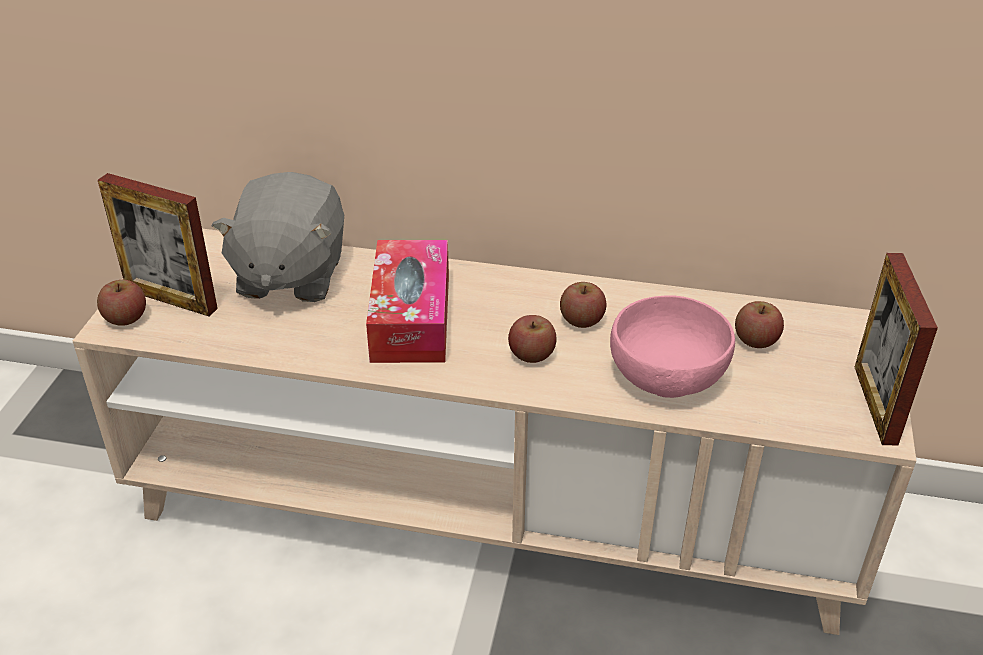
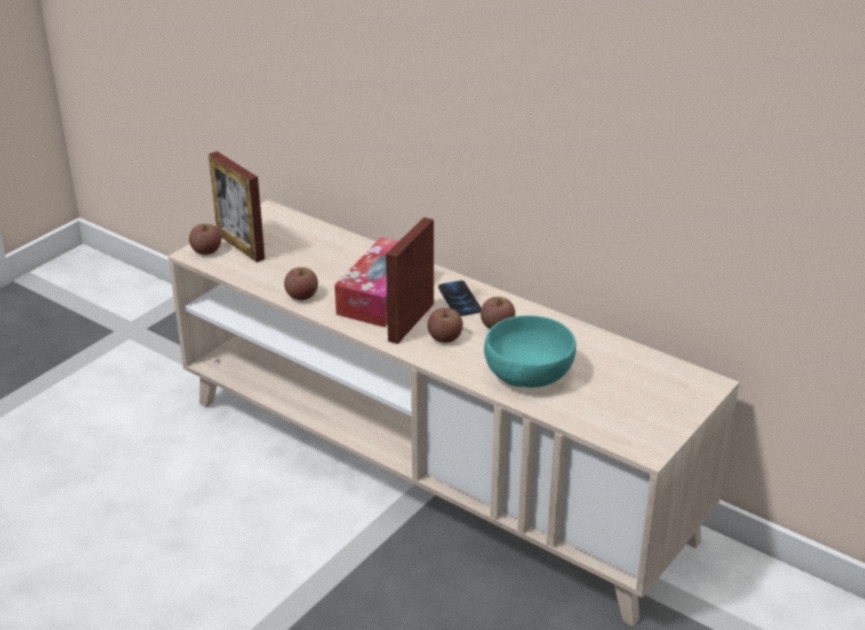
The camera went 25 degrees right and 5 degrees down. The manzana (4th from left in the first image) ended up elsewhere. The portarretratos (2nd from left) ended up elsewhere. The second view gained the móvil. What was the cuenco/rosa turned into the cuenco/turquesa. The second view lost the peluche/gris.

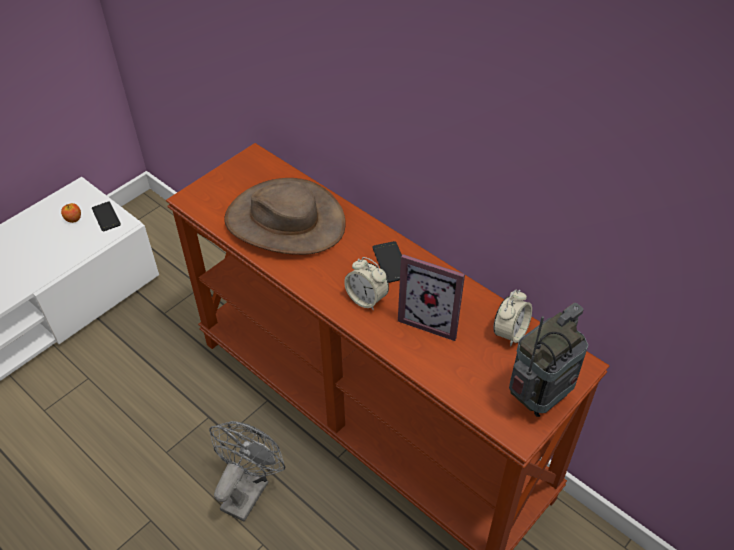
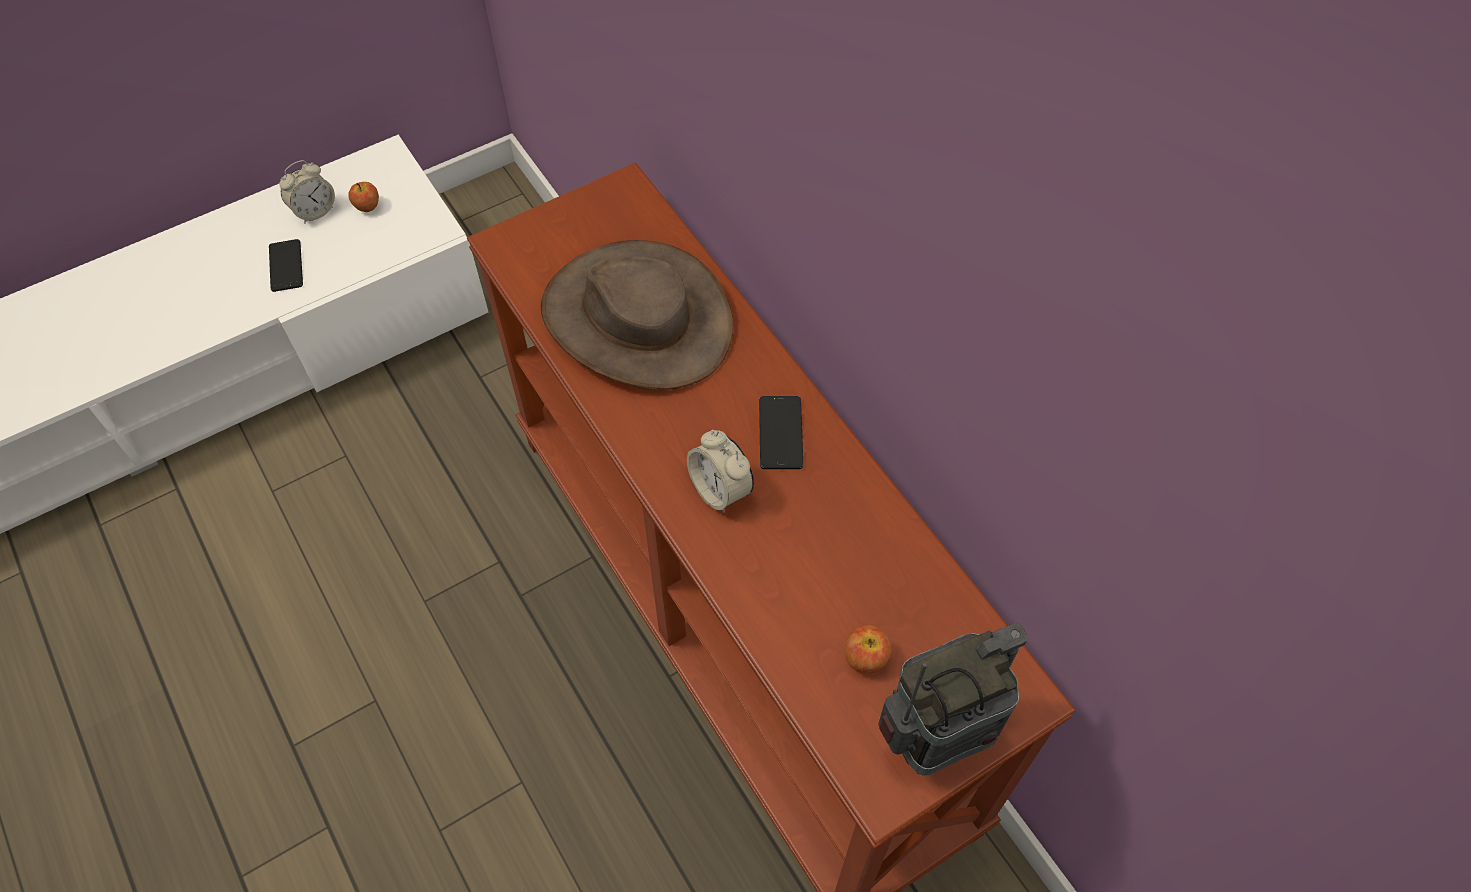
The camera went 15 degrees right and 10 degrees up. The móvil (1st from left) ended up elsewhere. The despertador (2nd from left in the first image) ended up elsewhere. The second view gained the manzana (2nd from left). The second view lost the ventilador/gris. The second view lost the portarretratos.

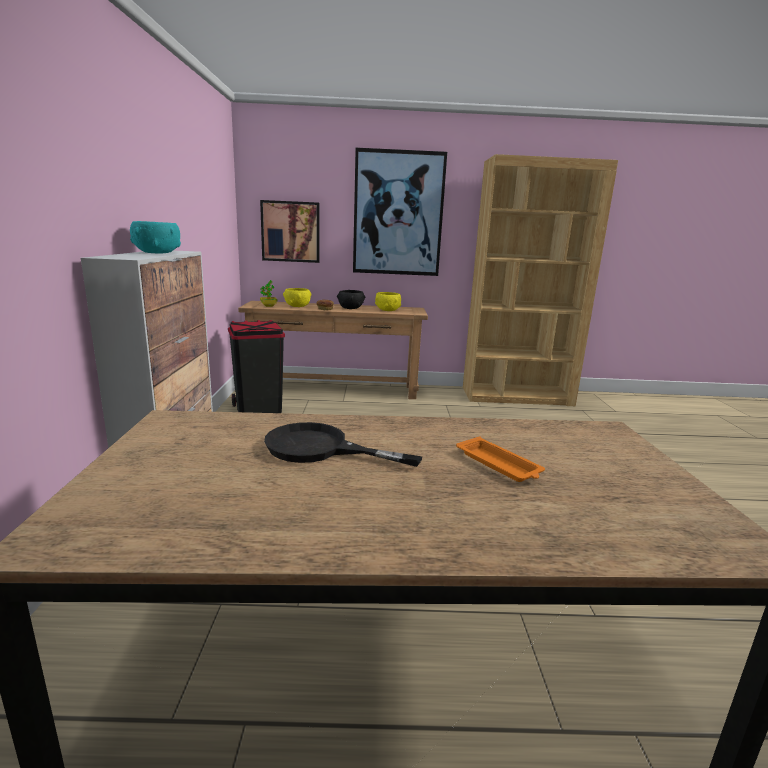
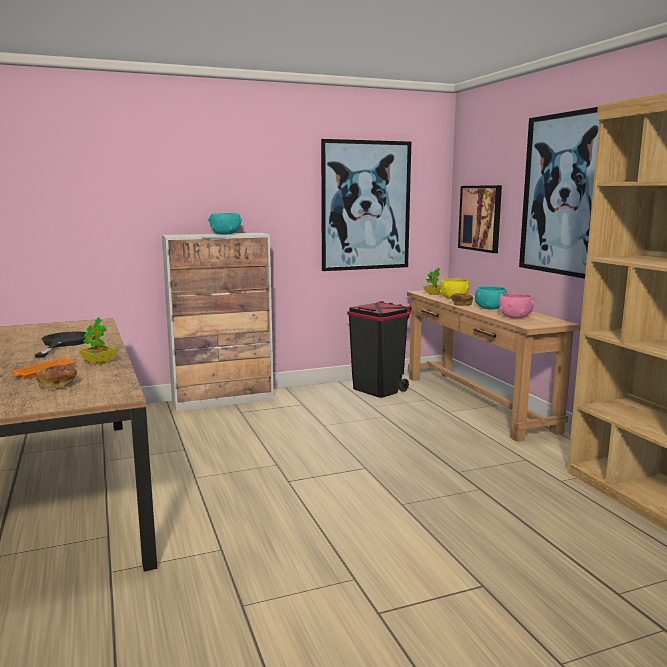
The camera went 70 degrees right and 5 degrees down. The second view gained the pan (1st from left). The second view gained the planta en maceta (1st from left). The second view gained the cuadro (1st from left). What was the cuenco/negro turned into the cuenco/turquesa (2nd from left). What was the cuenco/amarillo (2nd from left) turned into the cuenco/rosa.

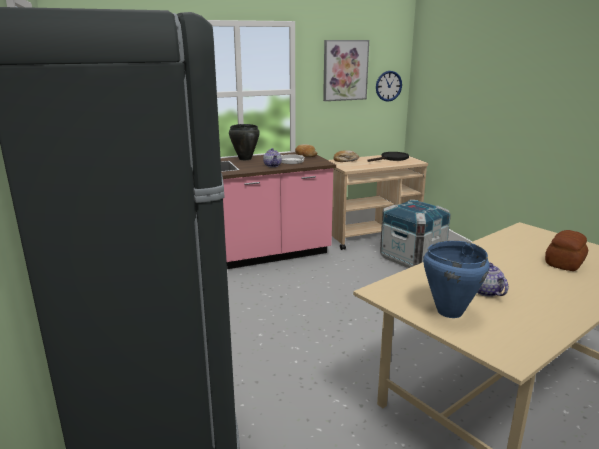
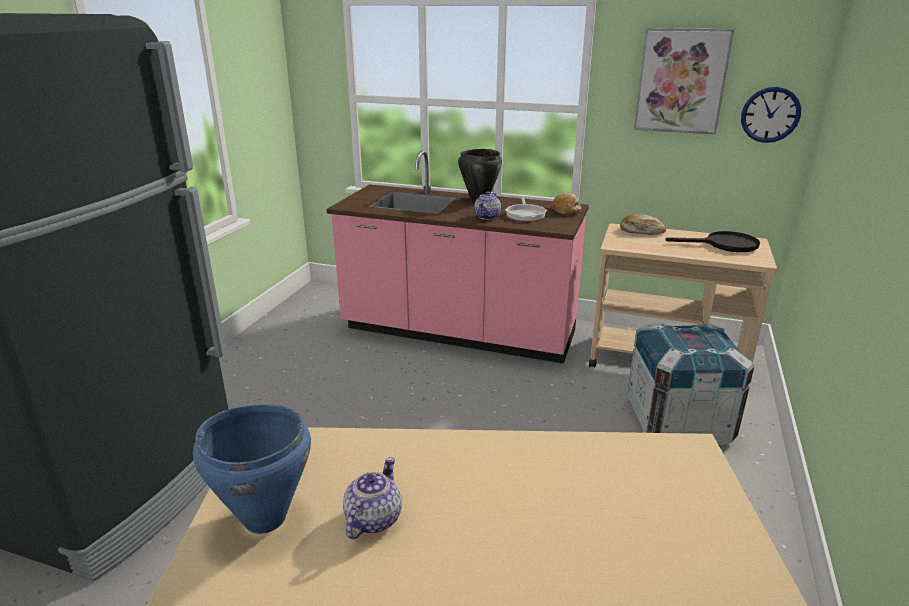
The camera went 40 degrees right and 5 degrees up. The second view lost the pan (3rd from left).

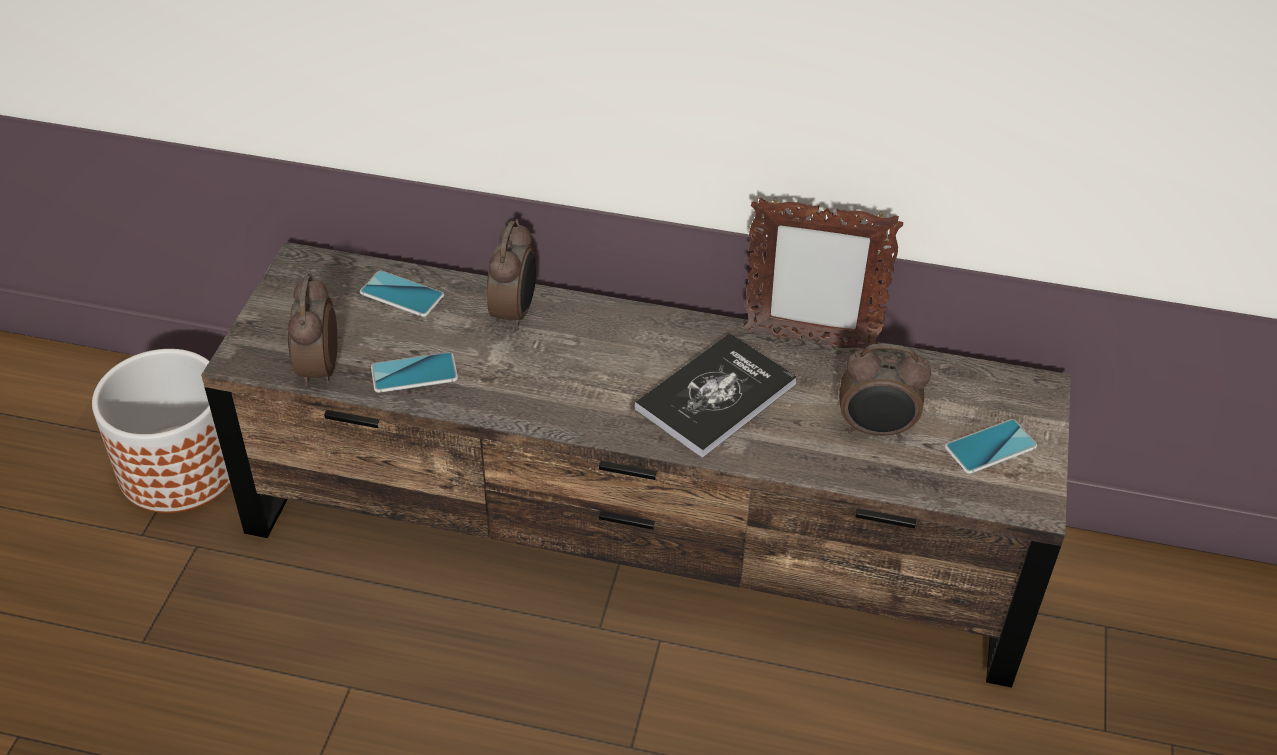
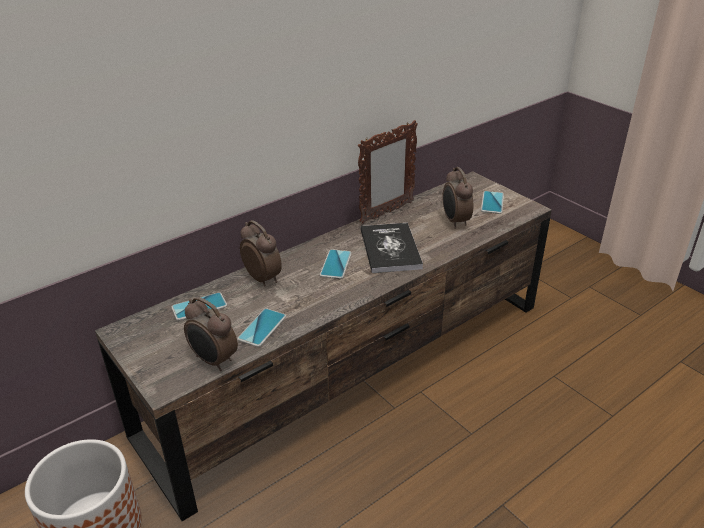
The camera went 50 degrees left and 10 degrees down. The second view gained the móvil (3rd from left). The despertador (3rd from left) ended up facing another way, 120 degrees clockwise from before.

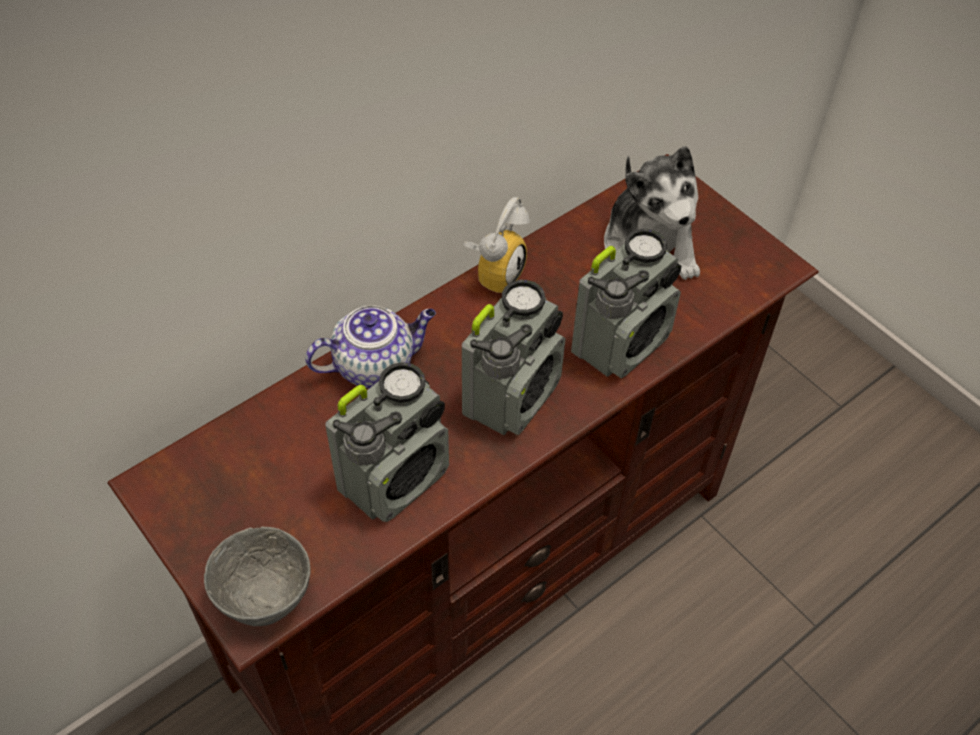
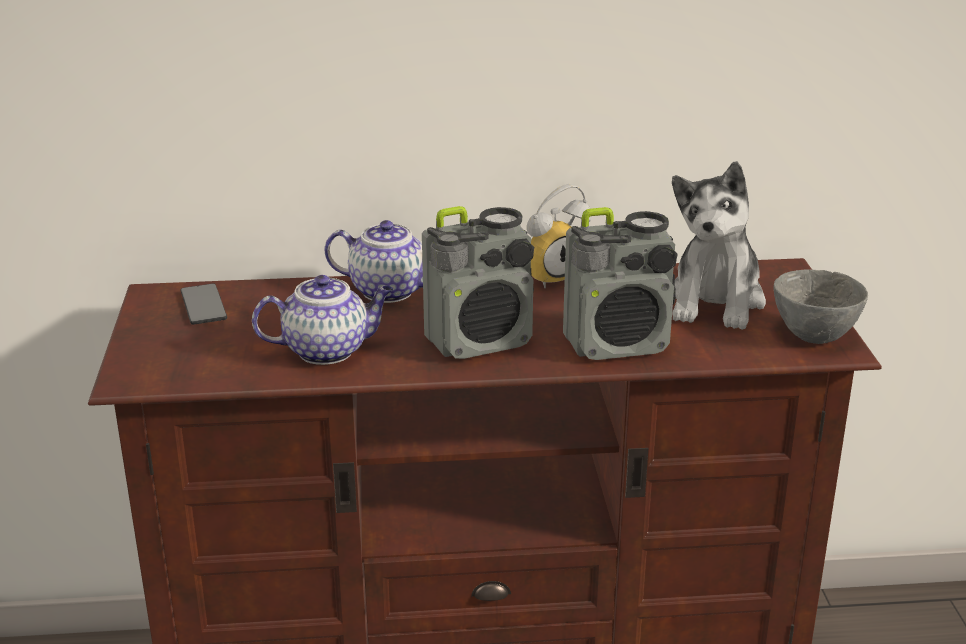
The camera went 35 degrees right and 25 degrees down. The second view gained the móvil. Where the radio (1st from left) stood, the tetera (1st from left) came to stand. The cuenco/gris ended up elsewhere.

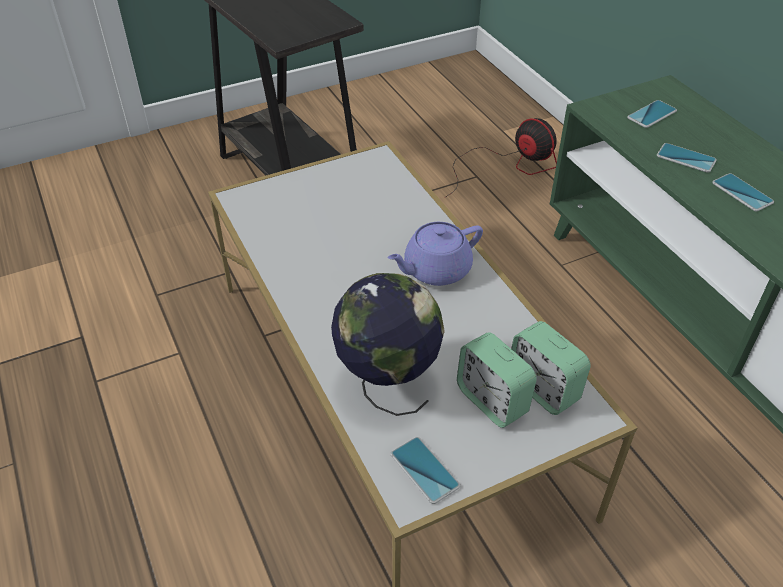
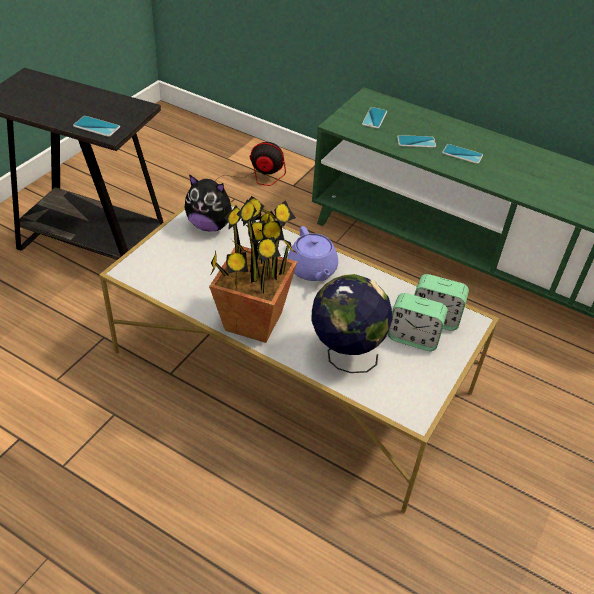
The camera went 35 degrees left and 0 degrees up. The móvil (1st from left) ended up elsewhere. The second view gained the peluche. The second view gained the planta en maceta. The tetera/morado ended up facing another way, 45 degrees counterclockwise from before.

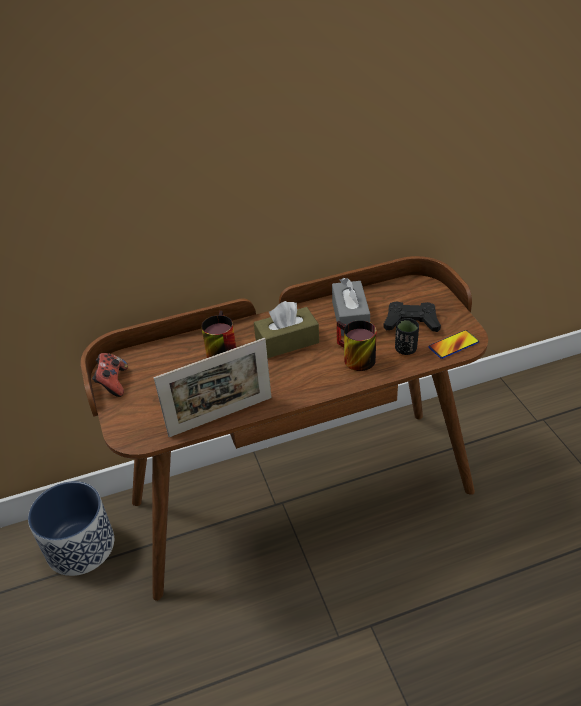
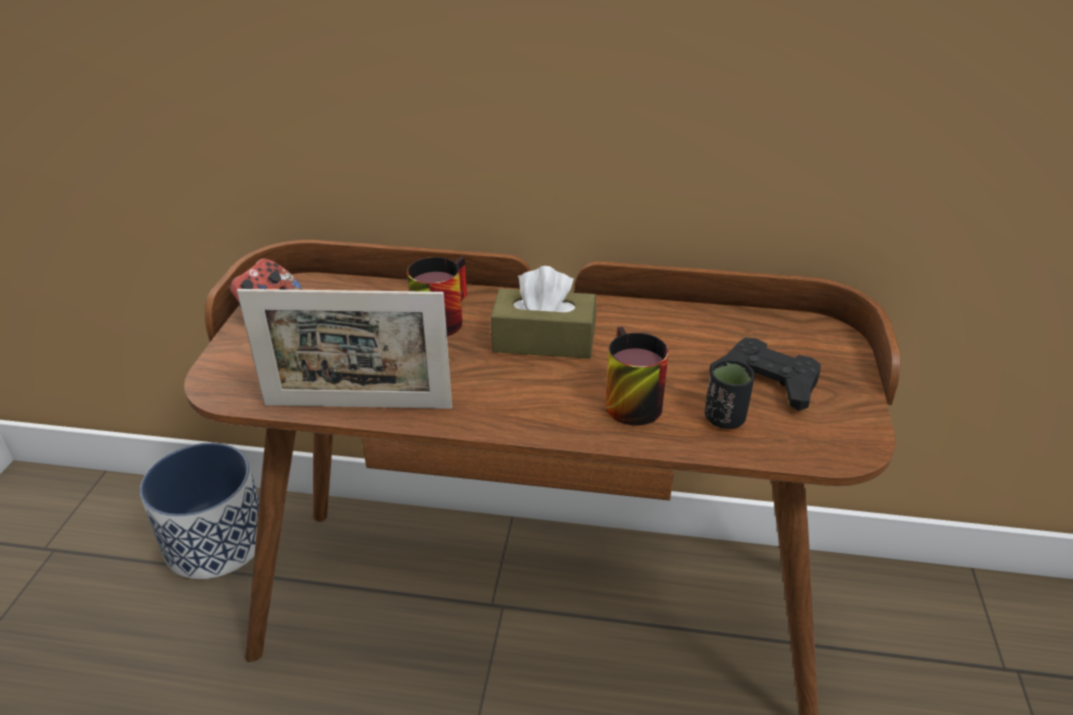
The camera went 25 degrees right and 5 degrees down. The second view lost the caja de pañuelos/gris. The second view lost the móvil.

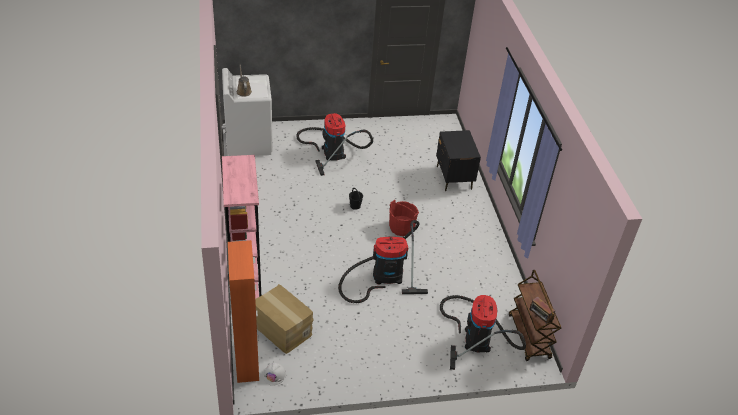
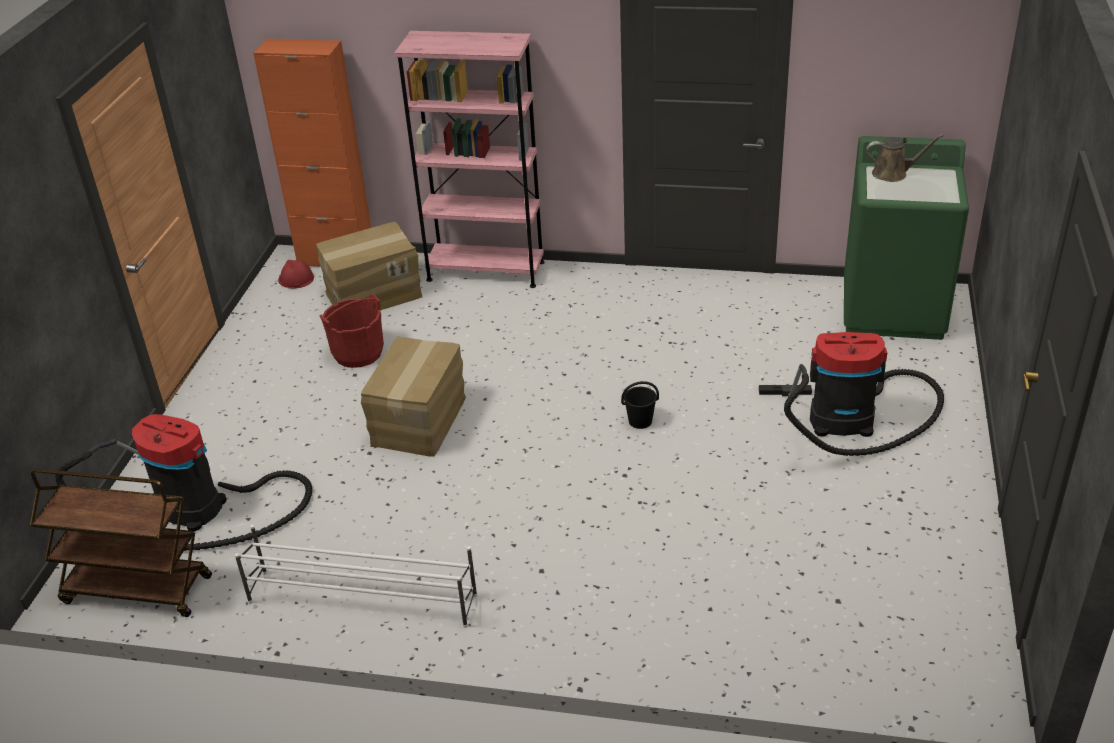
The camera went 115 degrees right and 5 degrees down. The second view gained the zapatero/blanco. What was the casco/blanco turned into the casco/rojo. The cubo/rojo ended up elsewhere. Where the aspiradora (2nd from left) stood, the caja de cartón (2nd from left) came to stand. What was the lavadora/blanco turned into the lavadora/verde. The second view lost the mesita de noche/negro. The second view lost the radio.

